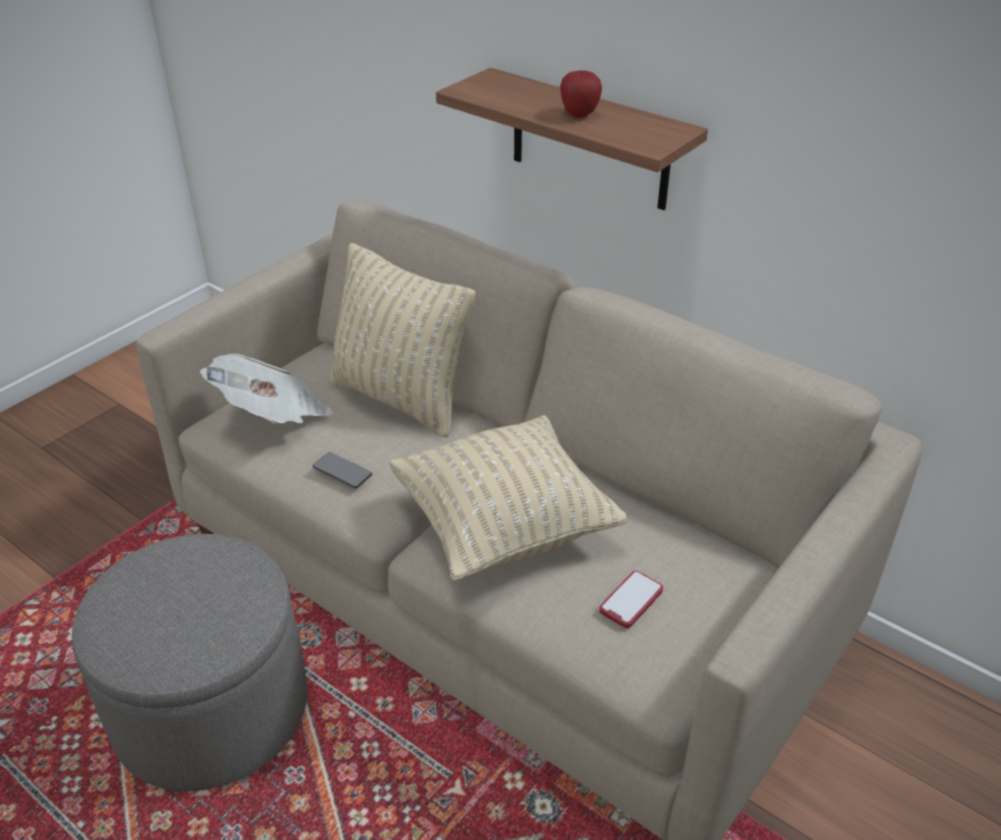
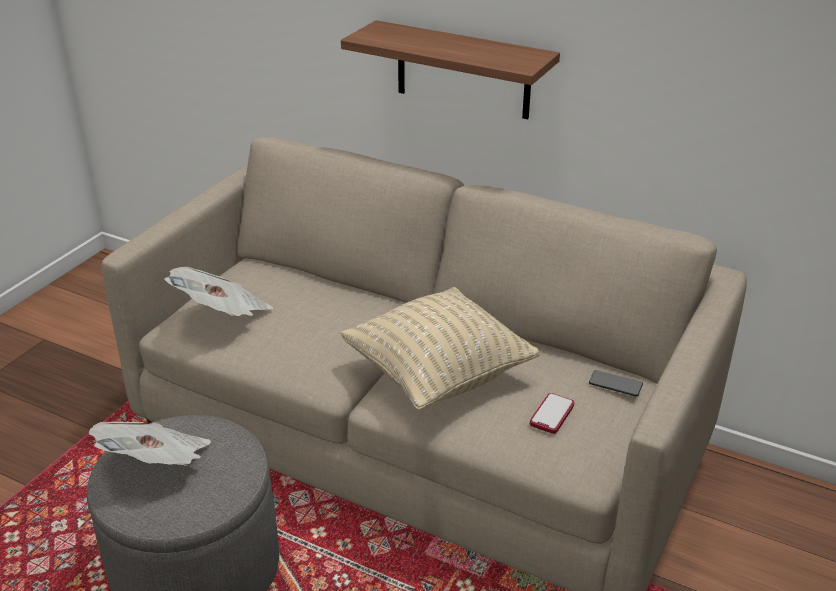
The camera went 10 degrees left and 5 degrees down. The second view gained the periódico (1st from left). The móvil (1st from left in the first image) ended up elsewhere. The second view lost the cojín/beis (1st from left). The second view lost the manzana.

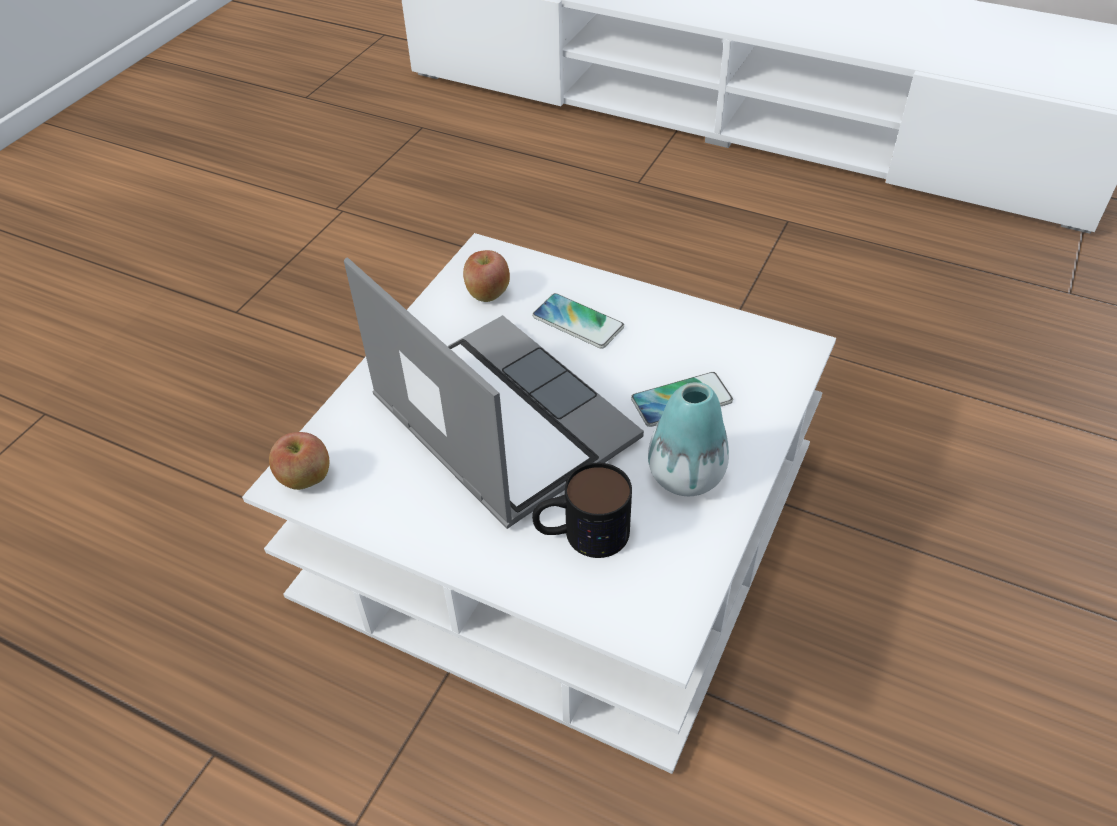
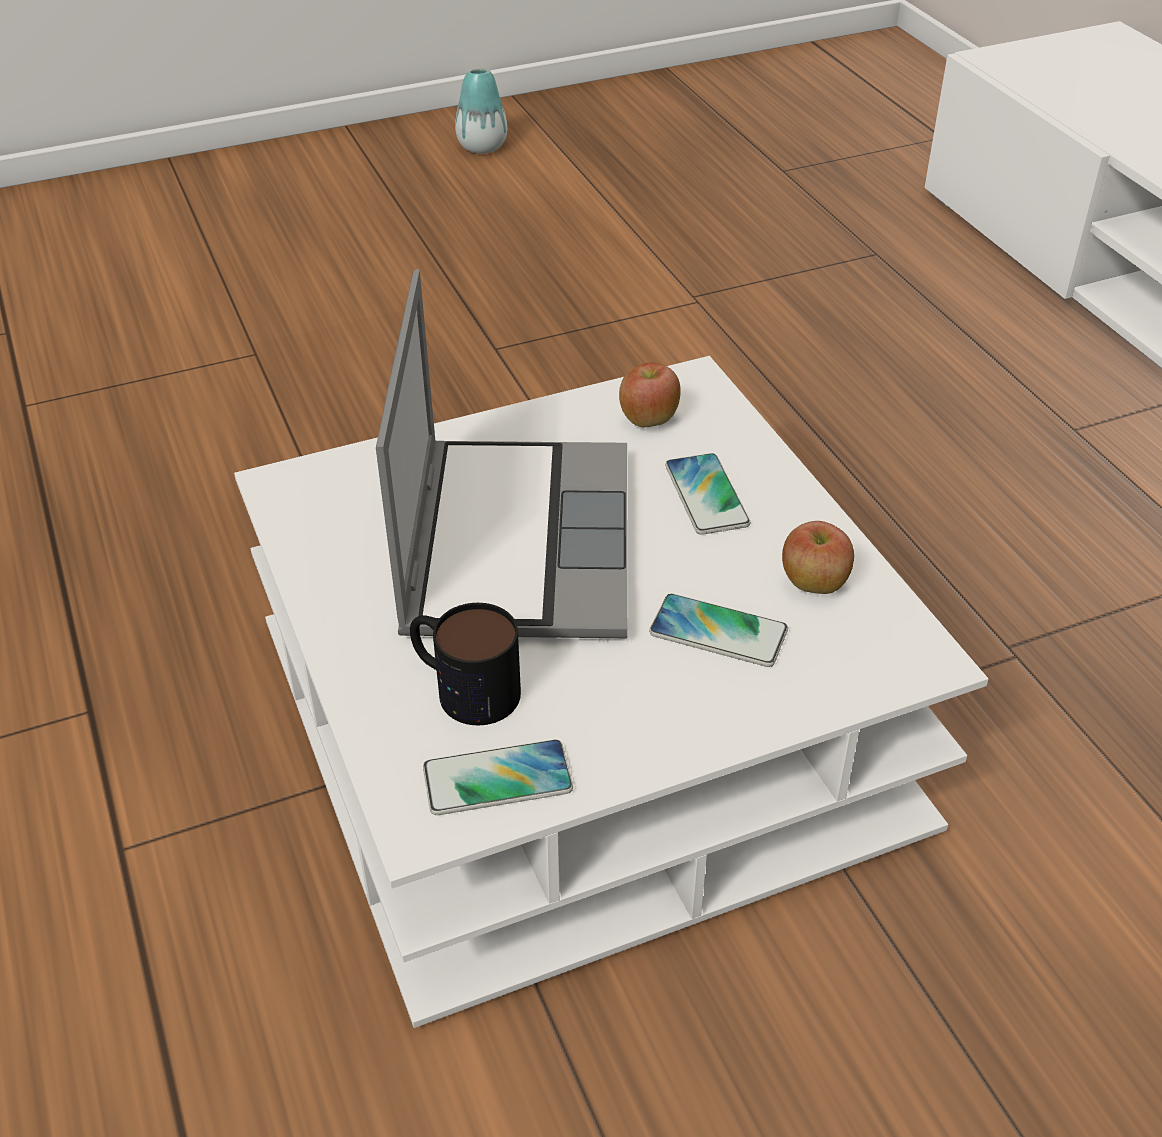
The camera went 40 degrees right and 5 degrees down. The second view gained the móvil (1st from left). The florero ended up elsewhere. The manzana (1st from left in the first image) ended up elsewhere.

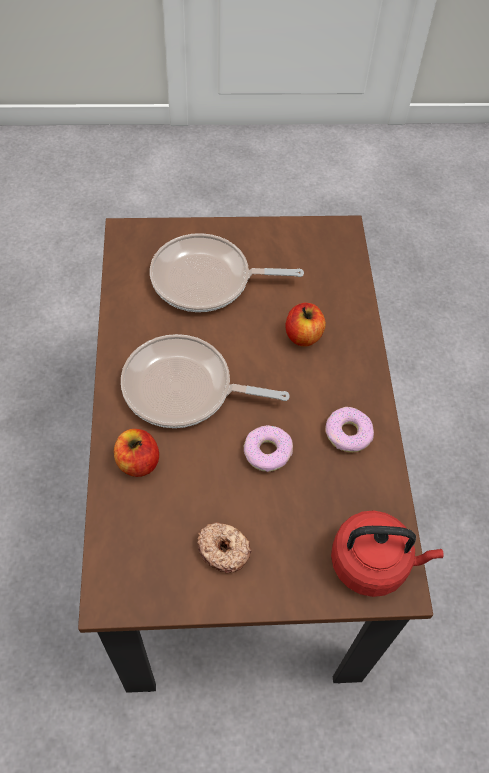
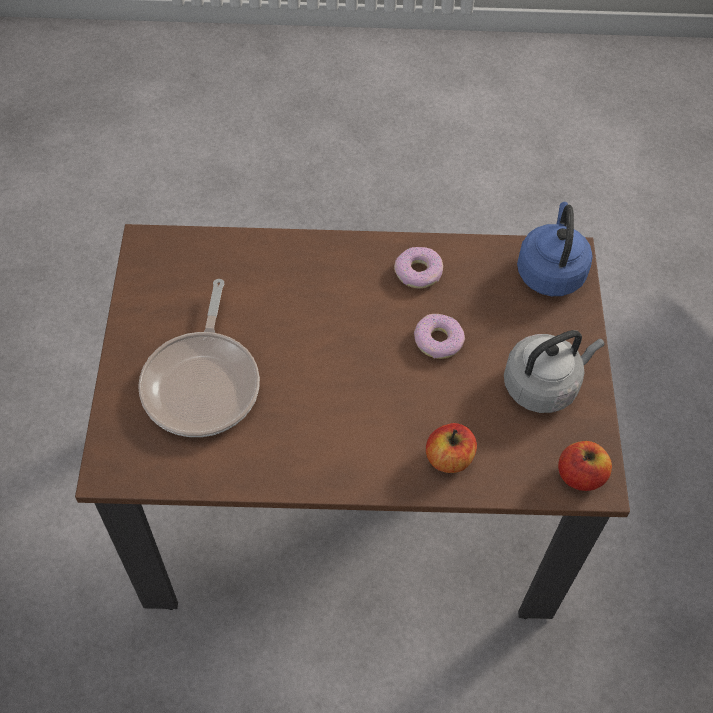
The camera went 85 degrees left and 0 degrees up. Where the rosquilla (1st from left) stood, the hervidor/gris came to stand. What was the hervidor/rojo turned into the hervidor/azul. The manzana (2nd from left) ended up elsewhere. The second view lost the sartén (1st from left).

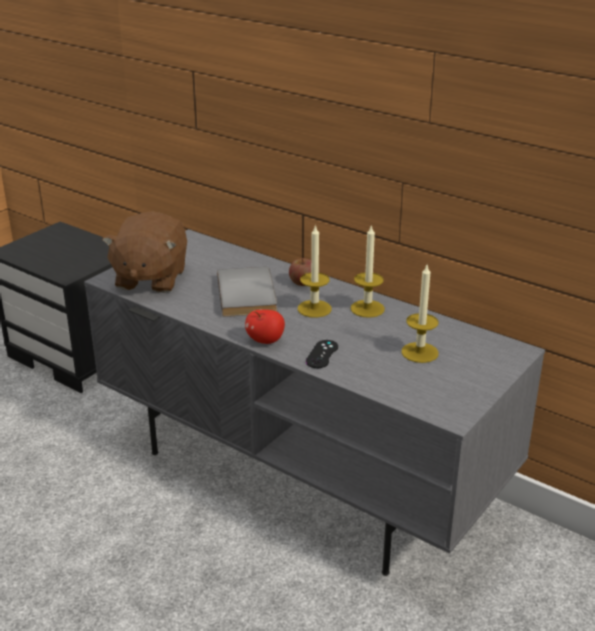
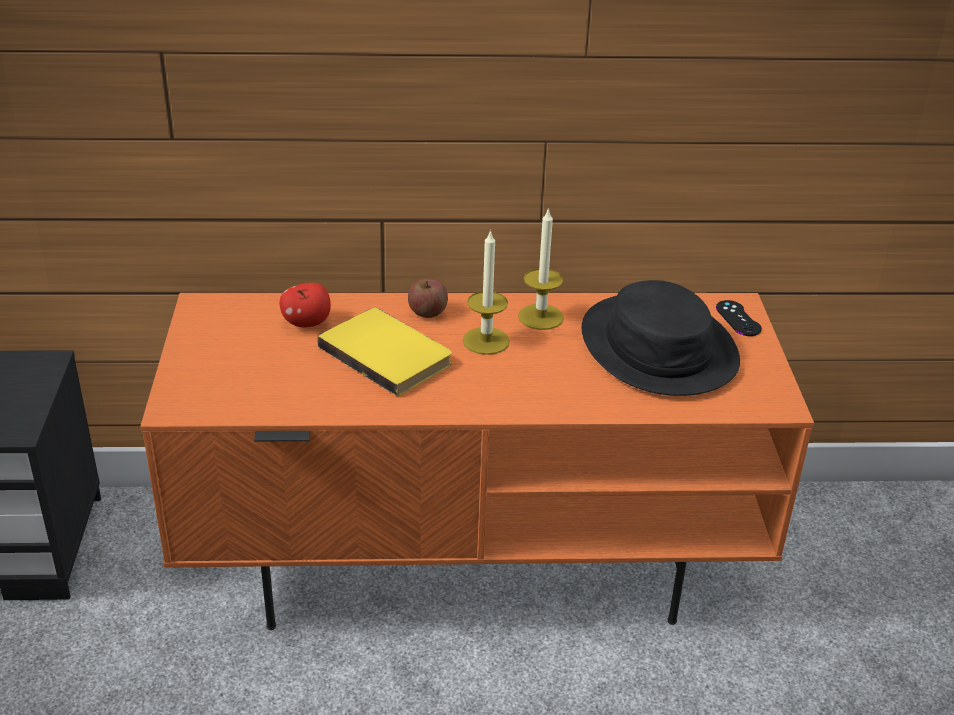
The camera went 40 degrees left and 5 degrees up. What was the mueble de televisión/gris turned into the mueble de televisión/naranja. The manzana (1st from left) ended up elsewhere. What was the libro/gris turned into the libro/amarillo. Where the vela (3rd from left) stood, the sombrero/negro came to stand. The mando de consola/negro ended up elsewhere. The second view lost the peluche/marrón.

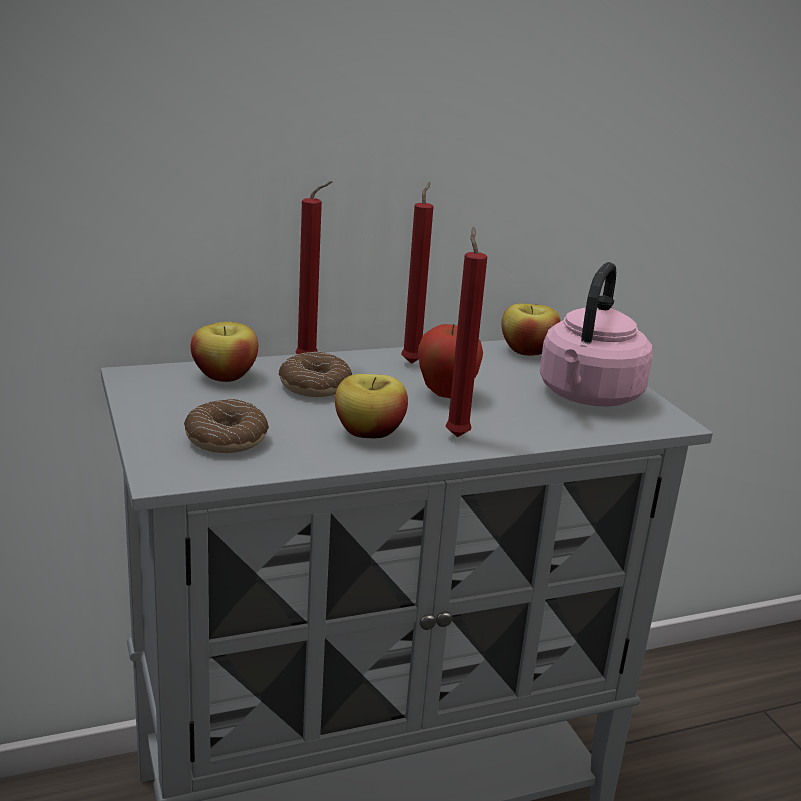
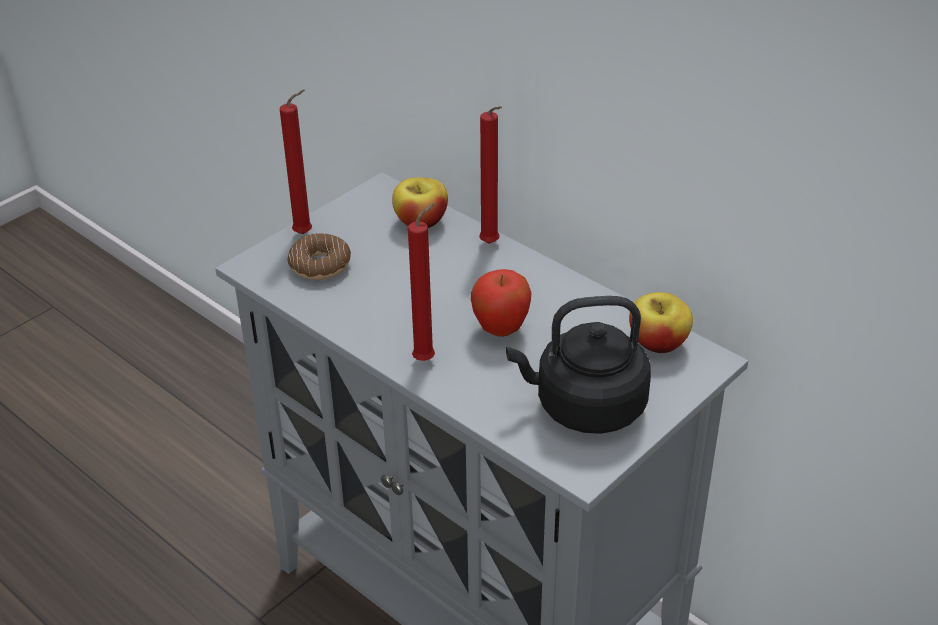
The camera went 65 degrees right and 15 degrees up. The vela/rojo (2nd from left in the first image) ended up elsewhere. What was the hervidor/rosa turned into the hervidor/negro. The second view lost the rosquilla (2nd from left). The second view lost the manzana (2nd from left).

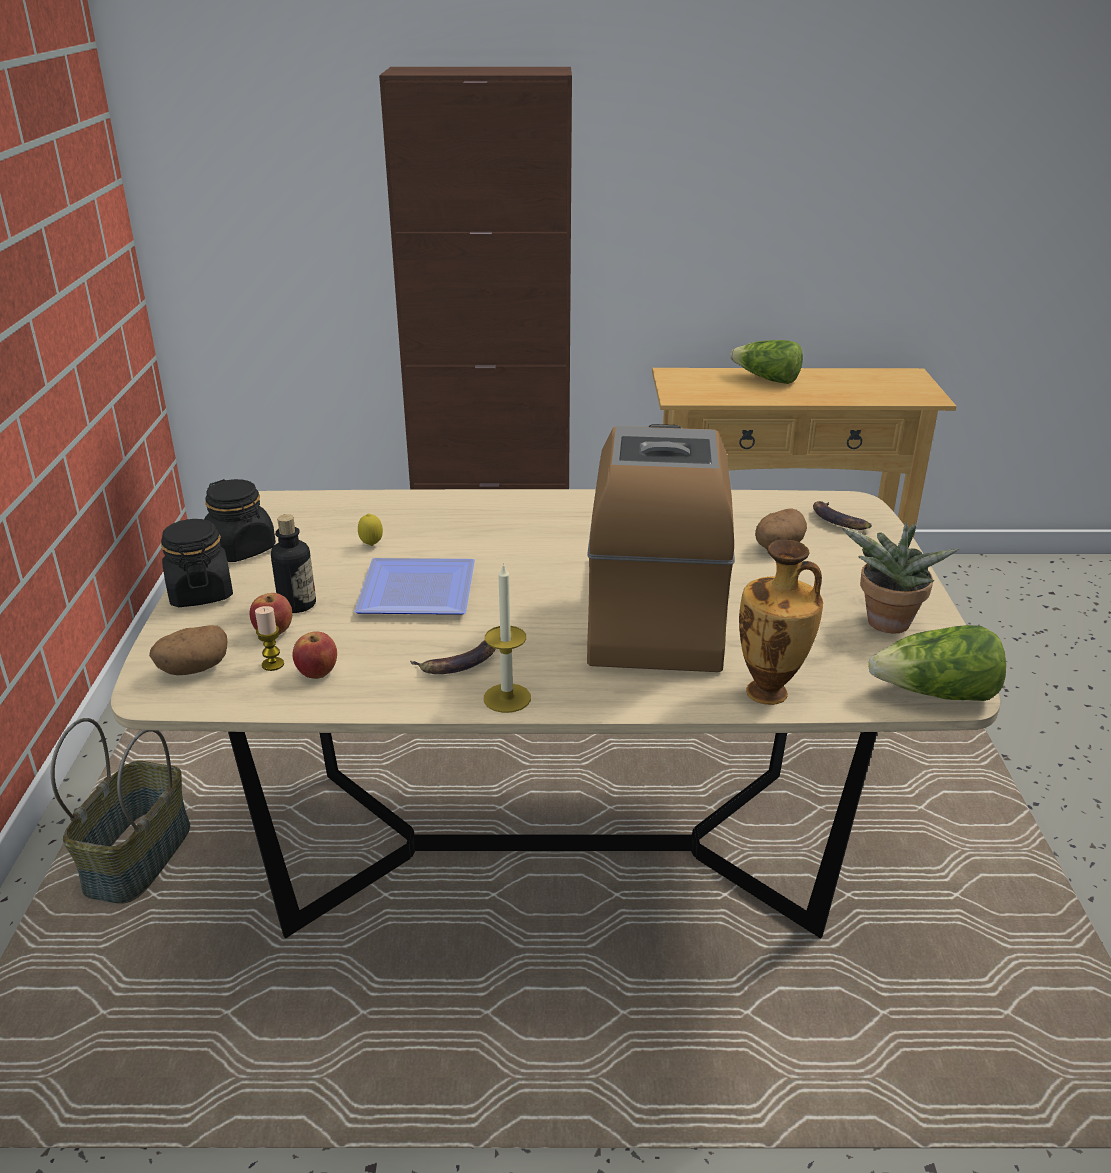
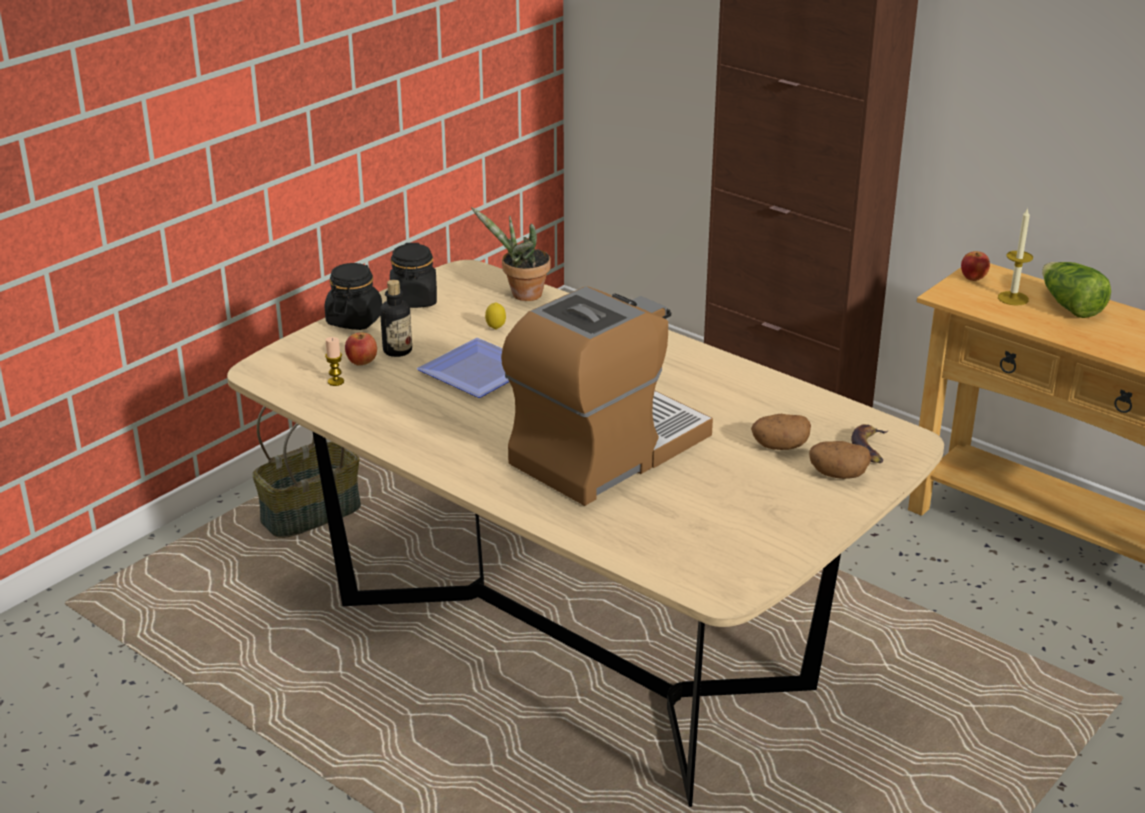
The camera went 40 degrees right and 0 degrees up. The planta en maceta ended up elsewhere. The patata (1st from left in the first image) ended up elsewhere. The manzana (2nd from left) ended up elsewhere. The vela (2nd from left) ended up elsewhere. The second view lost the plátano (1st from left). The second view lost the florero. The second view lost the lechuga (2nd from left).

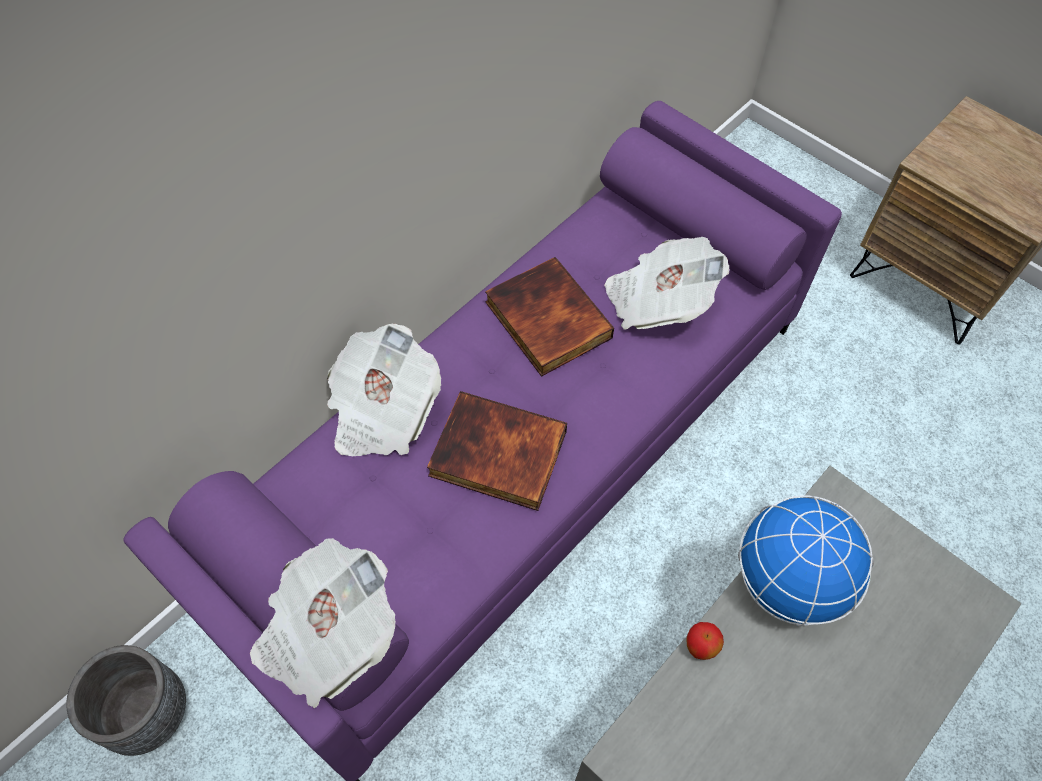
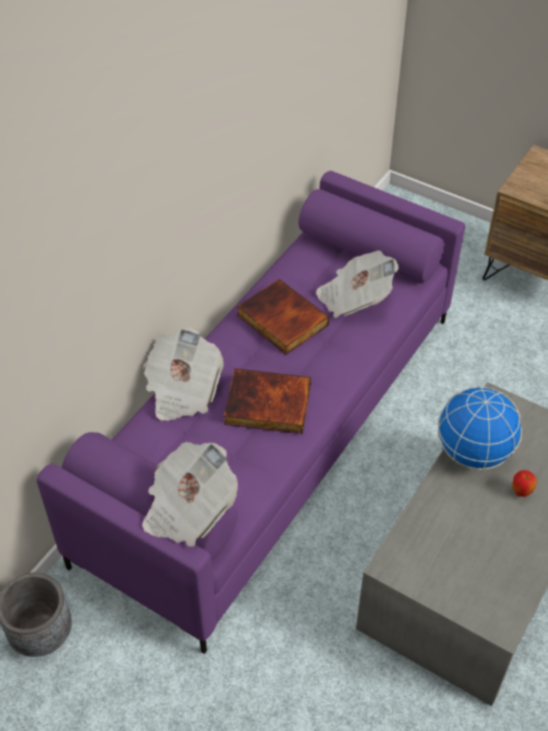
The camera went 10 degrees left and 10 degrees down. The manzana ended up elsewhere.

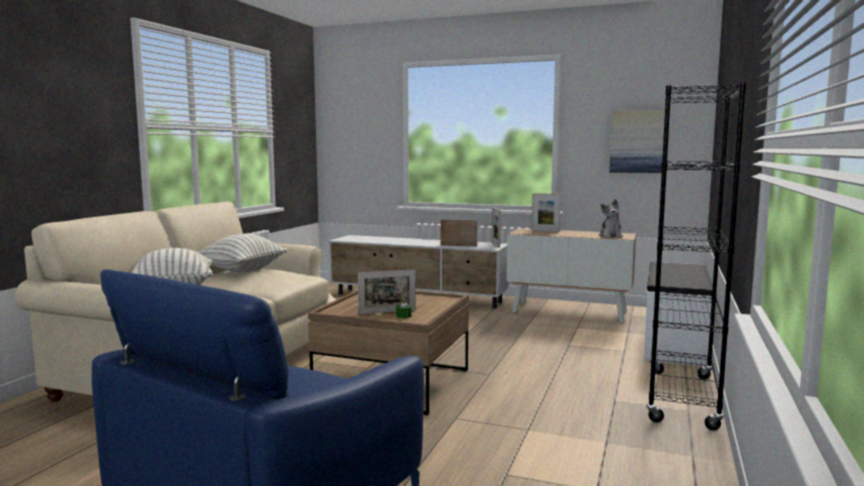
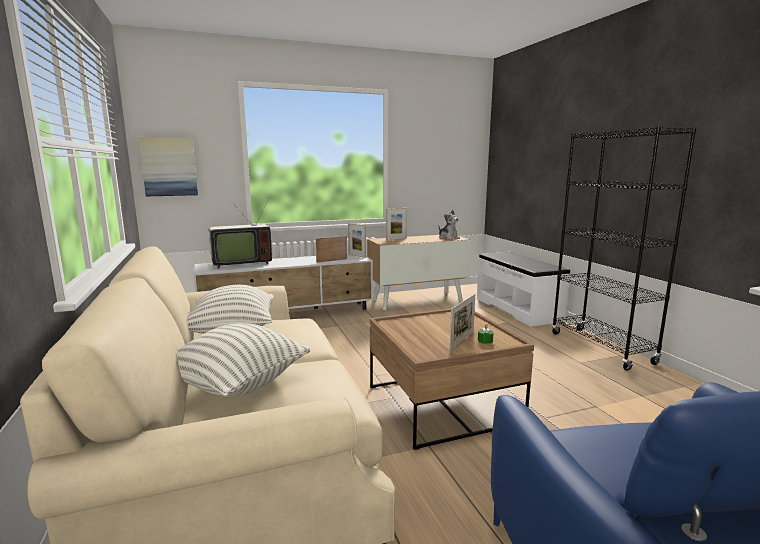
The camera went 40 degrees left and 5 degrees up. The cuadro ended up elsewhere. The second view gained the televisor.

